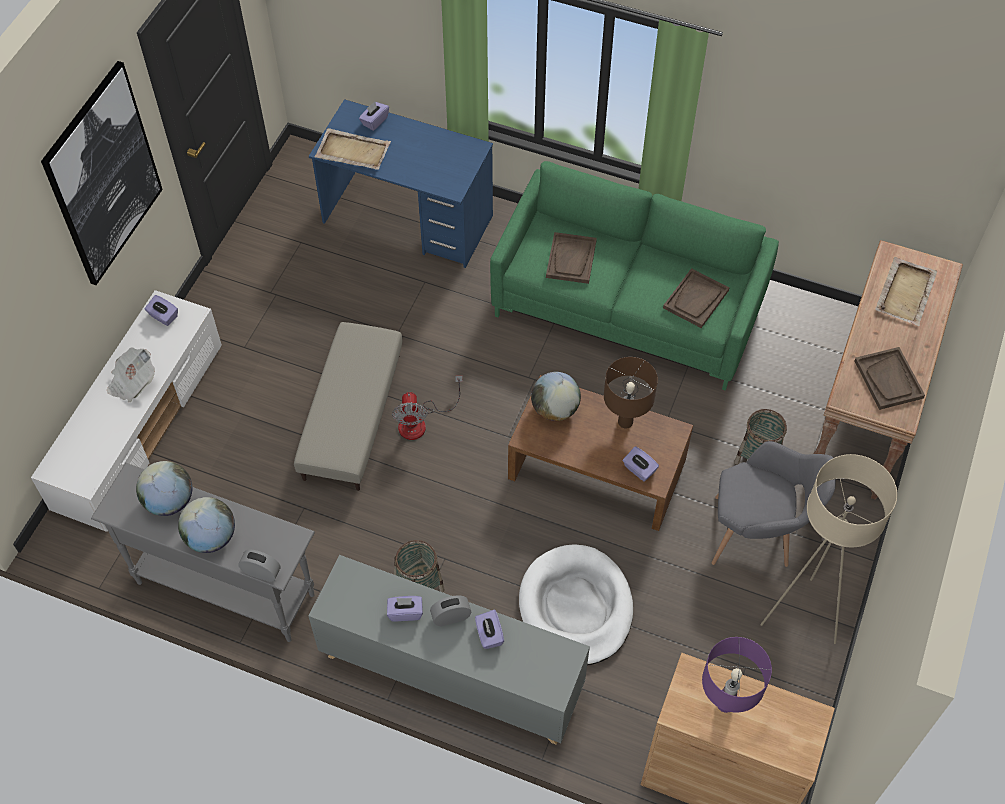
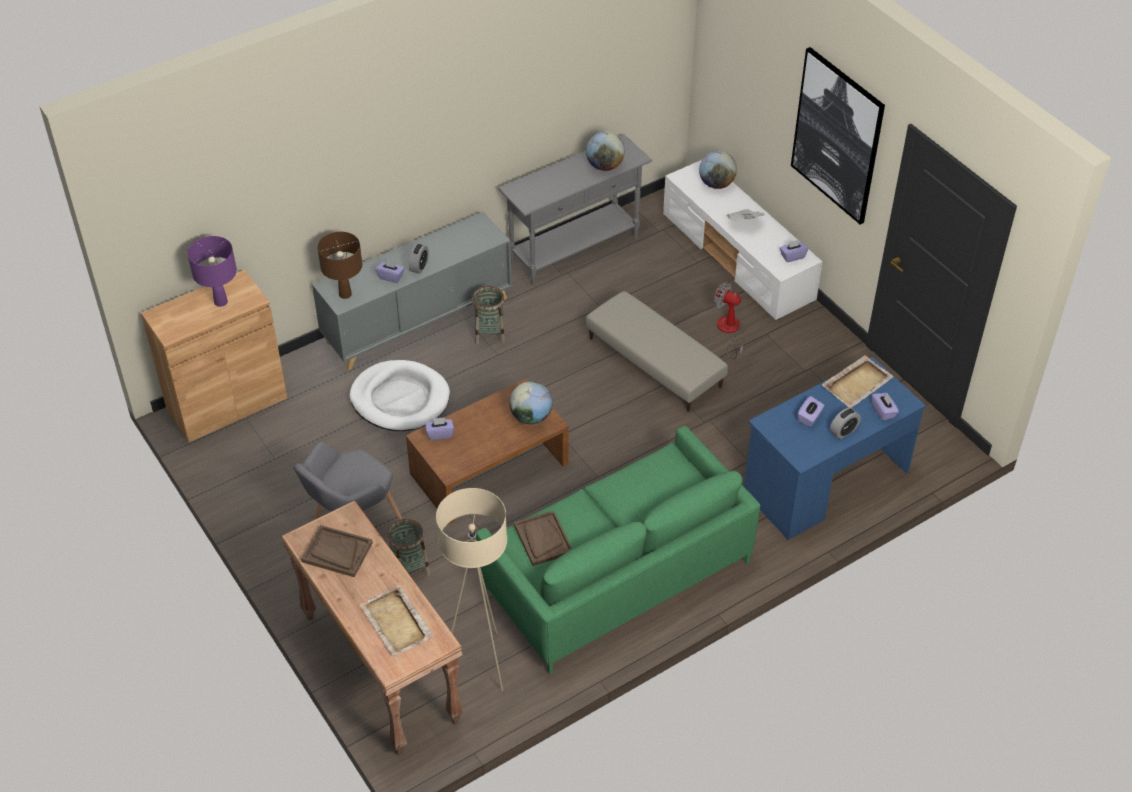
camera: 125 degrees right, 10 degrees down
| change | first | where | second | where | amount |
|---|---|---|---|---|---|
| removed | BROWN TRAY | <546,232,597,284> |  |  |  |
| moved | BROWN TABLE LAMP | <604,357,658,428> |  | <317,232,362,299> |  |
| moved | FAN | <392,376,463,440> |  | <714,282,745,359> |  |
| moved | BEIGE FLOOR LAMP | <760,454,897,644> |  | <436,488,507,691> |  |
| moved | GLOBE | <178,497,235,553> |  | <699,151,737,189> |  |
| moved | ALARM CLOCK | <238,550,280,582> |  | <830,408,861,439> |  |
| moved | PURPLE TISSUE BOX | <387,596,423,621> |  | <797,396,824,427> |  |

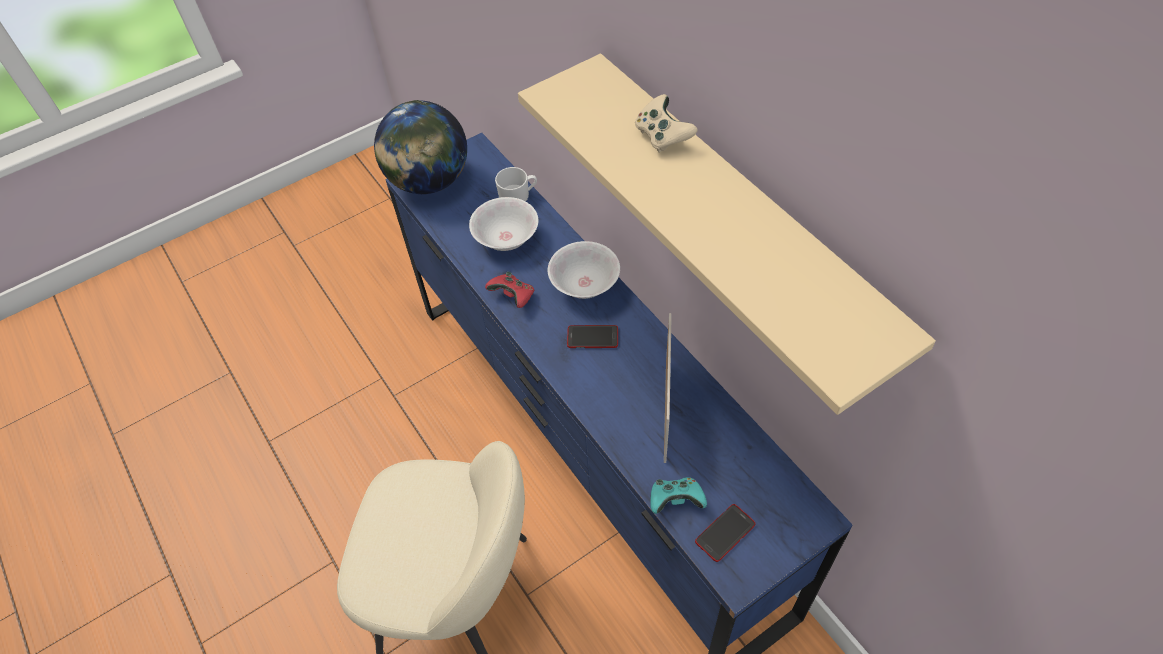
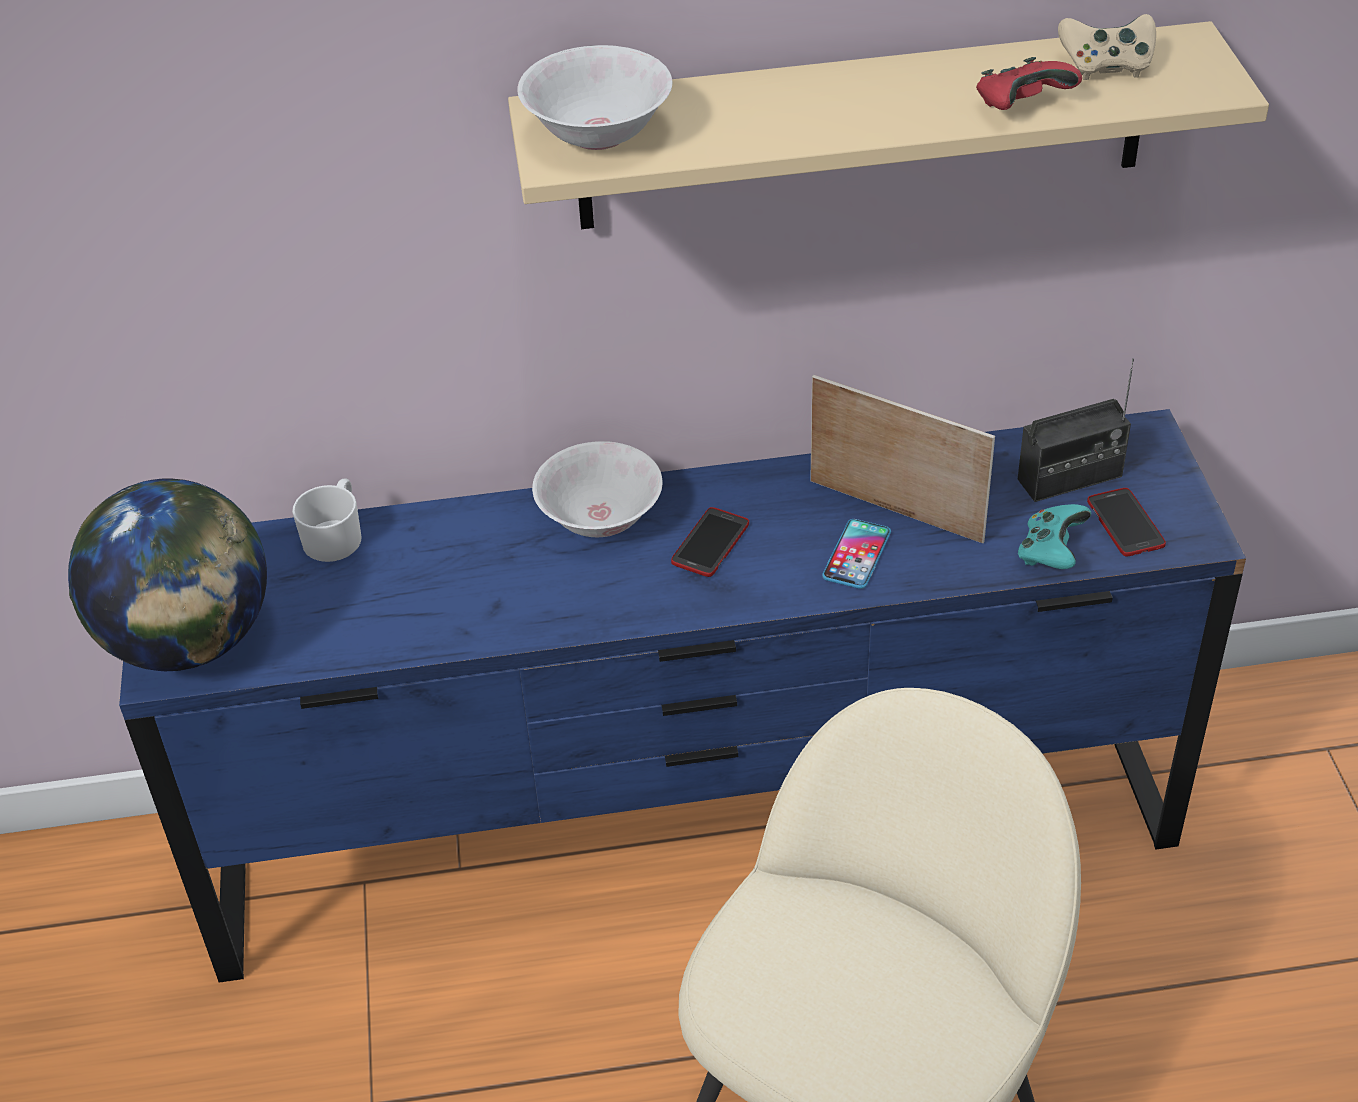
camera: 65 degrees left, 10 degrees down
| change | first | where | second | where | amount |
|---|---|---|---|---|---|
| moved | BEIGE GAME CONTROLLER | <635,94,698,153> |  | <1058,14,1156,80> |  |
| moved | WHITE BOWL | <469,197,538,251> |  | <517,45,673,150> |  |
| moved | RED GAME CONTROLLER | <485,272,535,308> |  | <976,57,1082,110> |  |
| added |  |  | RADIO | <1018,358,1134,502> |  |
| added |  |  | PHONE | <822,519,891,589> |  |

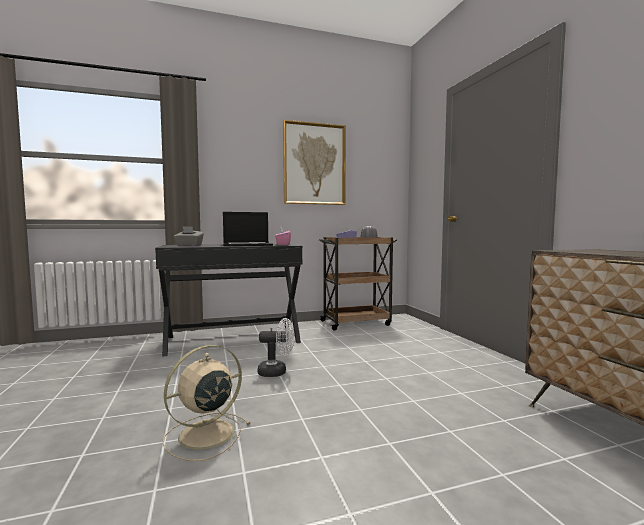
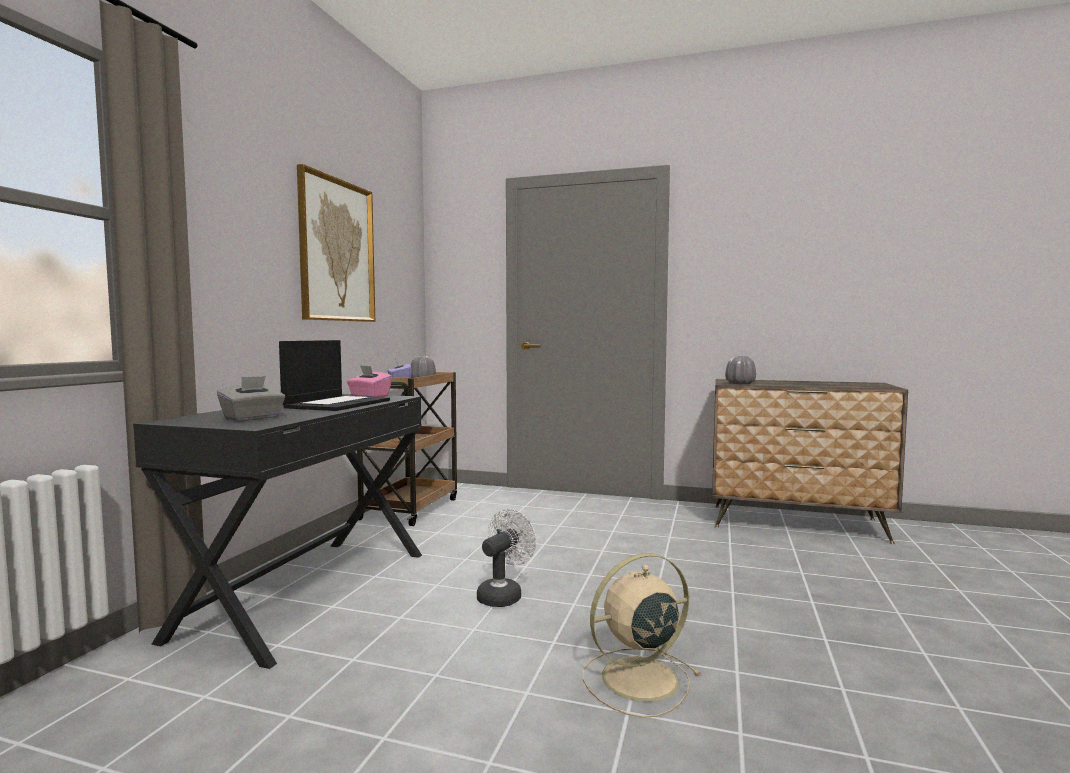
camera: 55 degrees left, 0 degrees up
| change | first | where | second | where | amount |
|---|---|---|---|---|---|
| turned | BEIGE FAN | <162,345,251,461> |  | <583,553,701,718> | 75 degrees clockwise |
| added |  |  | GREY VASE | <725,356,756,384> |  |

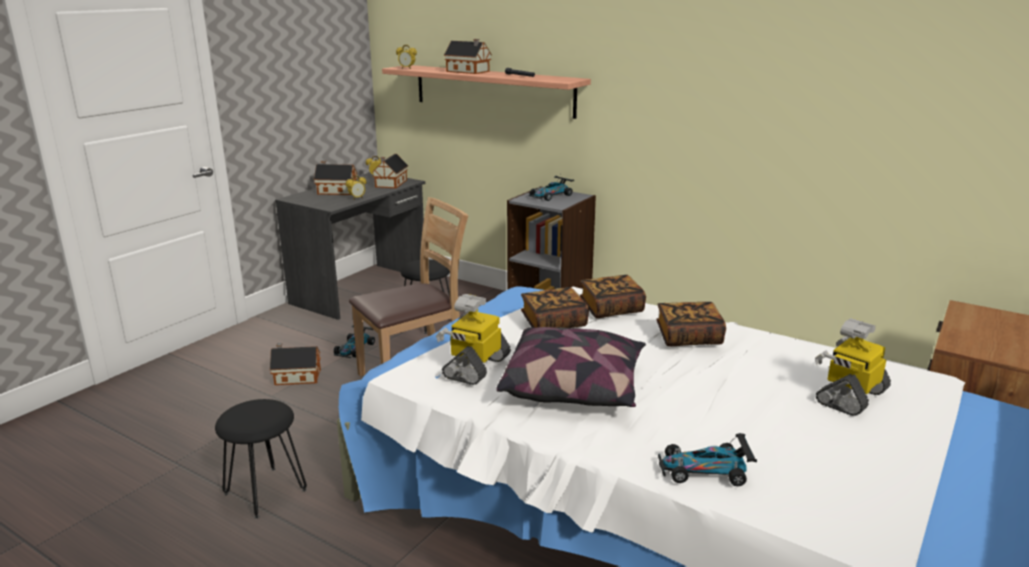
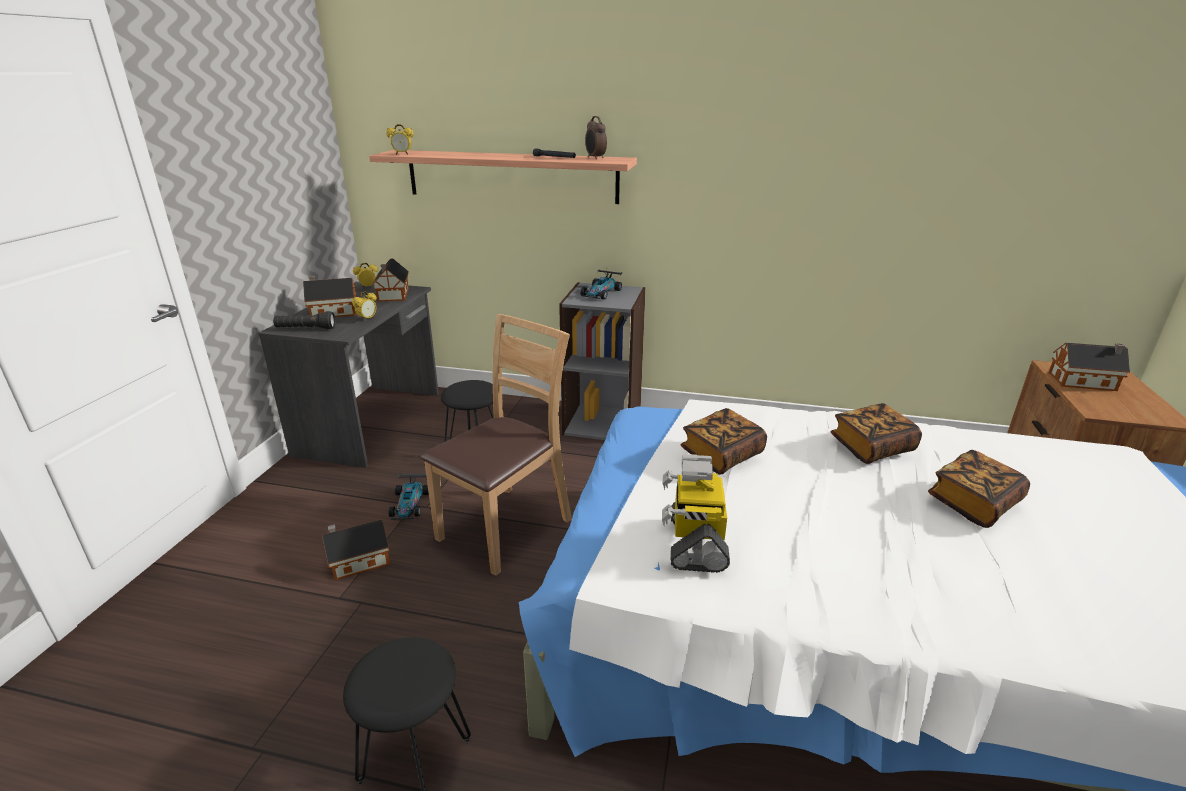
camera: 20 degrees left, 5 degrees up
| change | first | where | second | where | amount |
|---|---|---|---|---|---|
| moved | TOY HOUSE | <444,39,492,74> |  | <1048,343,1130,391> |  |
| moved | BOOK | <580,275,646,318> |  | <928,450,1030,528> |  |
| removed | TOY ROBOT | <815,318,891,416> |  |  |  |
| removed | PILLOW | <496,327,646,407> |  |  |  |
| removed | TOY CAR | <658,433,757,486> |  |  |  |
| added |  |  | ALARM CLOCK | <585,116,607,159> |  |
| added |  |  | BLACK FLASHLIGHT | <273,311,336,329> |  |

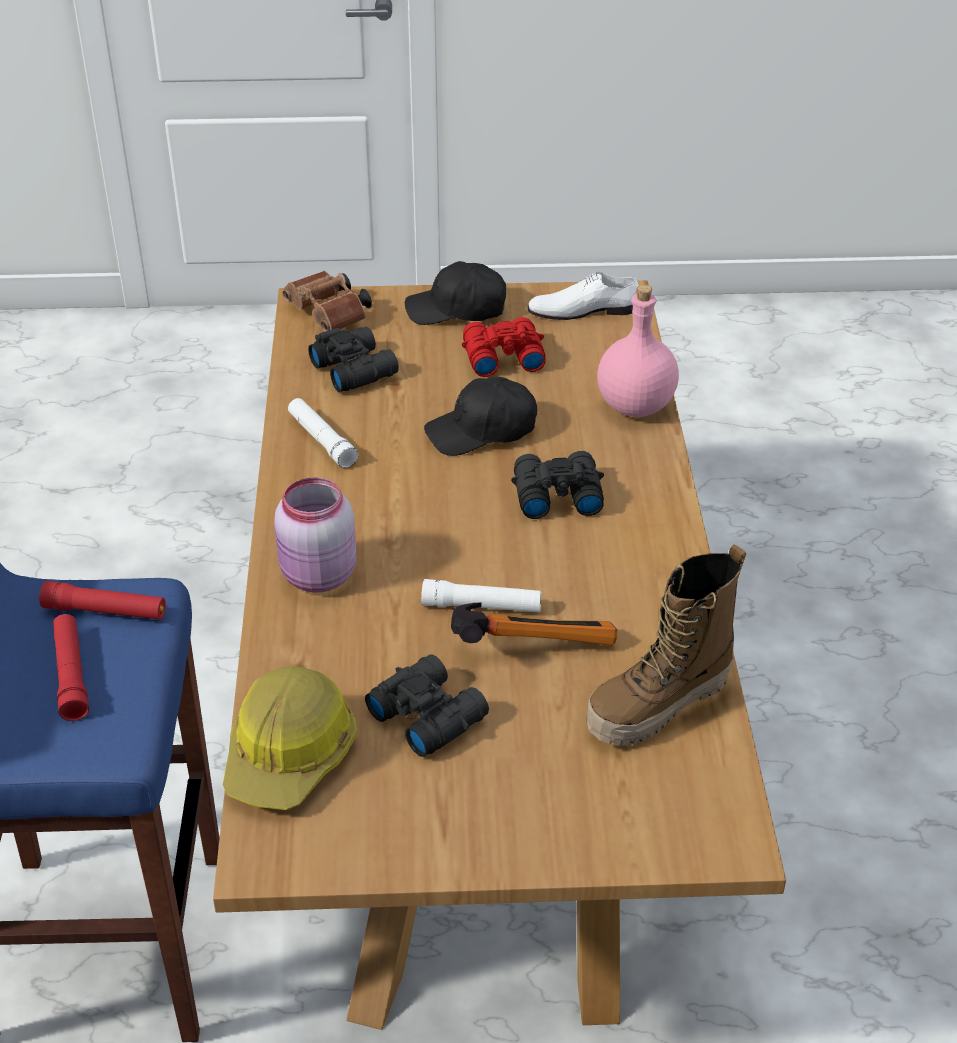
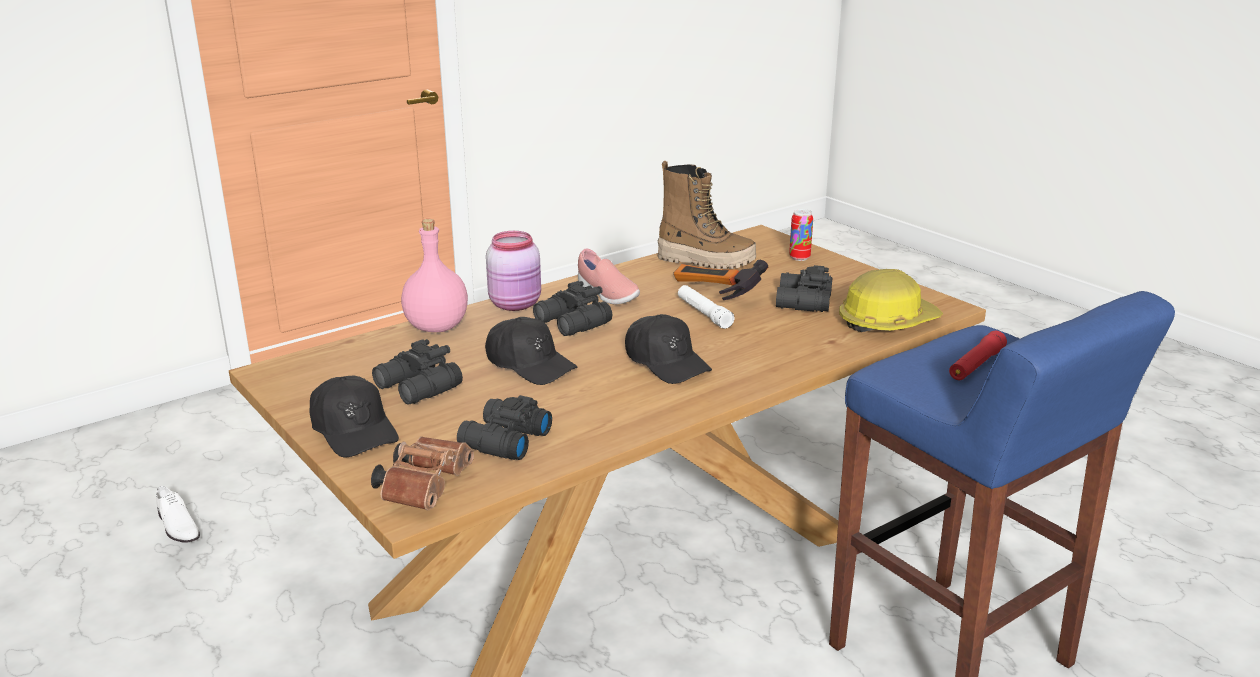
camera: 125 degrees left, 15 degrees down
| change | first | where | second | where | amount |
|---|---|---|---|---|---|
| moved | WHITE SHOE | <527,272,639,320> |  | <156,486,200,543> |  |
| recoloured | RED BINOCULARS | <462,317,546,377> | BLACK BINOCULARS | <372,339,463,405> |  |
| removed | WHITE FLASHLIGHT | <288,398,358,468> |  |  |  |
| moved | PINK JAR | <274,477,356,592> |  | <486,231,541,311> |  |
| removed | RED FLASHLIGHT | <39,581,166,620> |  |  |  |
| added |  |  | CAN | <789,209,813,261> |  |
| added |  |  | PINK SHOE | <578,249,640,304> |  |
| added |  |  | BLACK CAP | <625,314,712,384> |  |

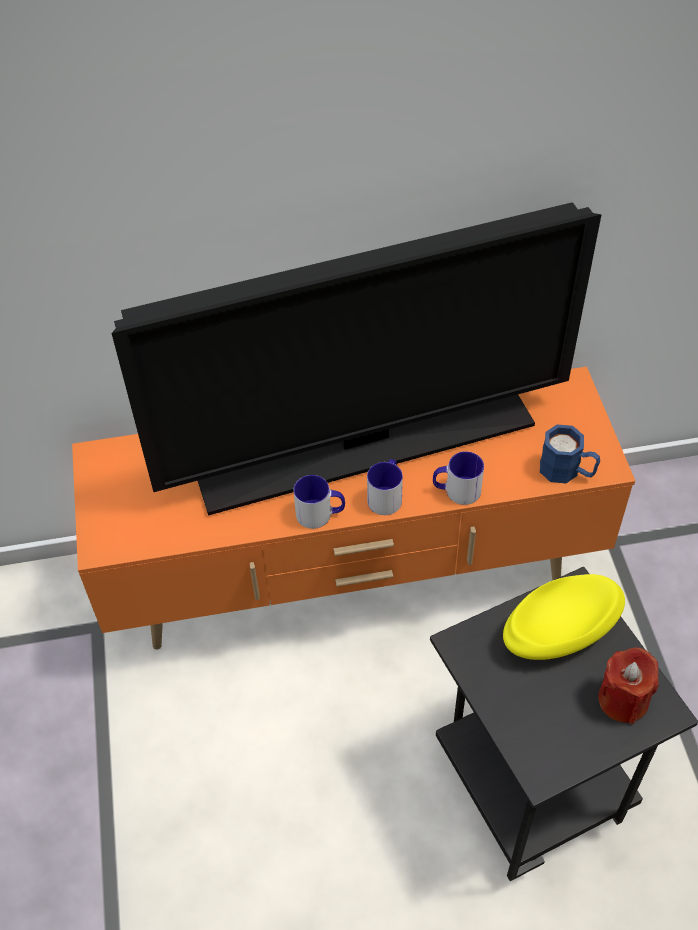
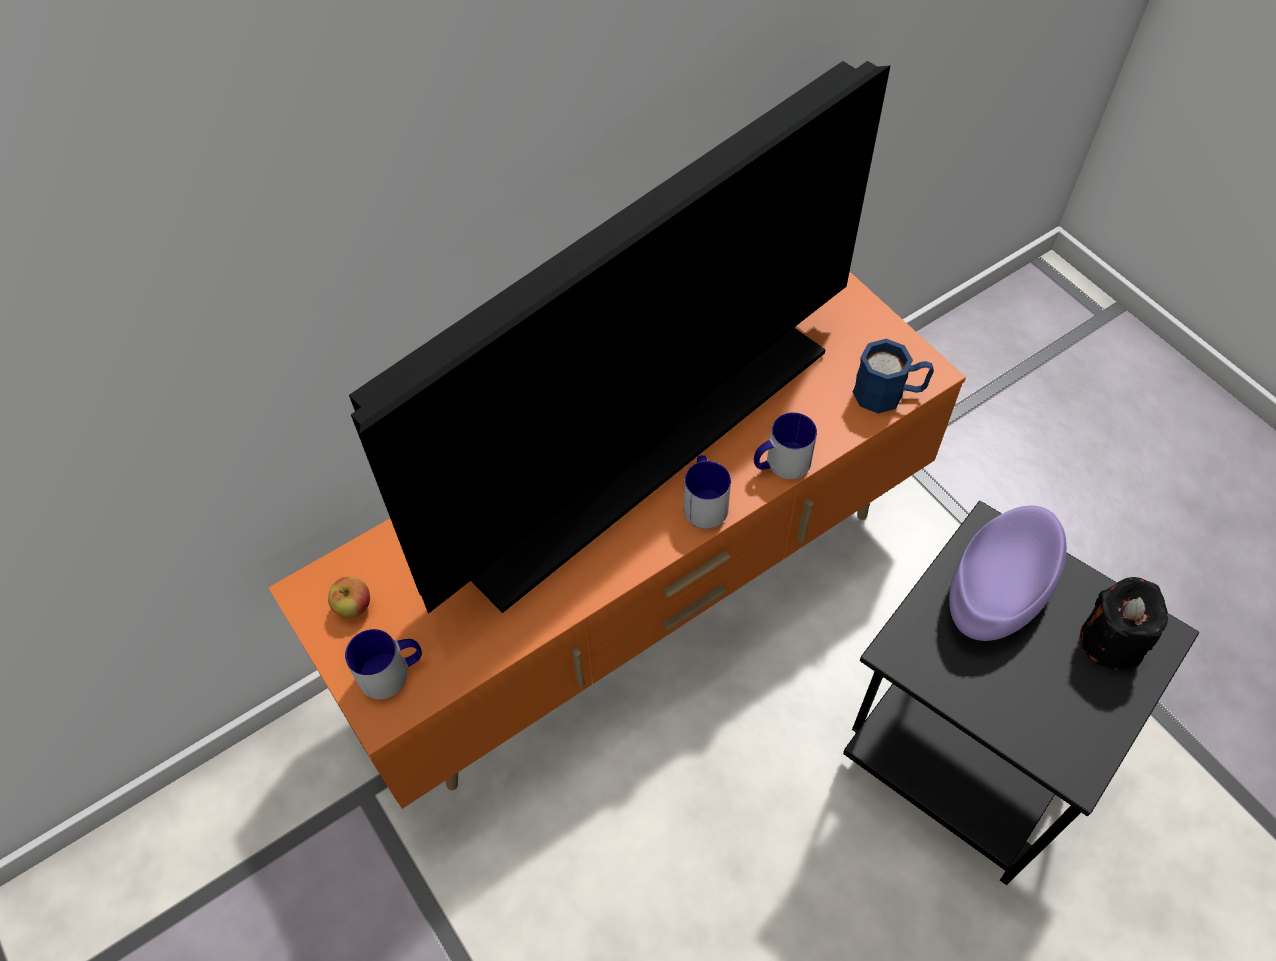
camera: 25 degrees left, 5 degrees up
| change | first | where | second | where | amount |
|---|---|---|---|---|---|
| moved | MUG | <293,475,345,529> |  | <345,629,422,699> |  |
| recoloured | YELLOW BOWL | <503,574,625,660> | PURPLE BOWL | <949,506,1067,641> |  |
| recoloured | RED CANDLE | <598,647,659,724> | BLACK CANDLE | <1080,577,1168,670> |  |
| added |  |  | APPLE | <328,577,370,618> |  |

